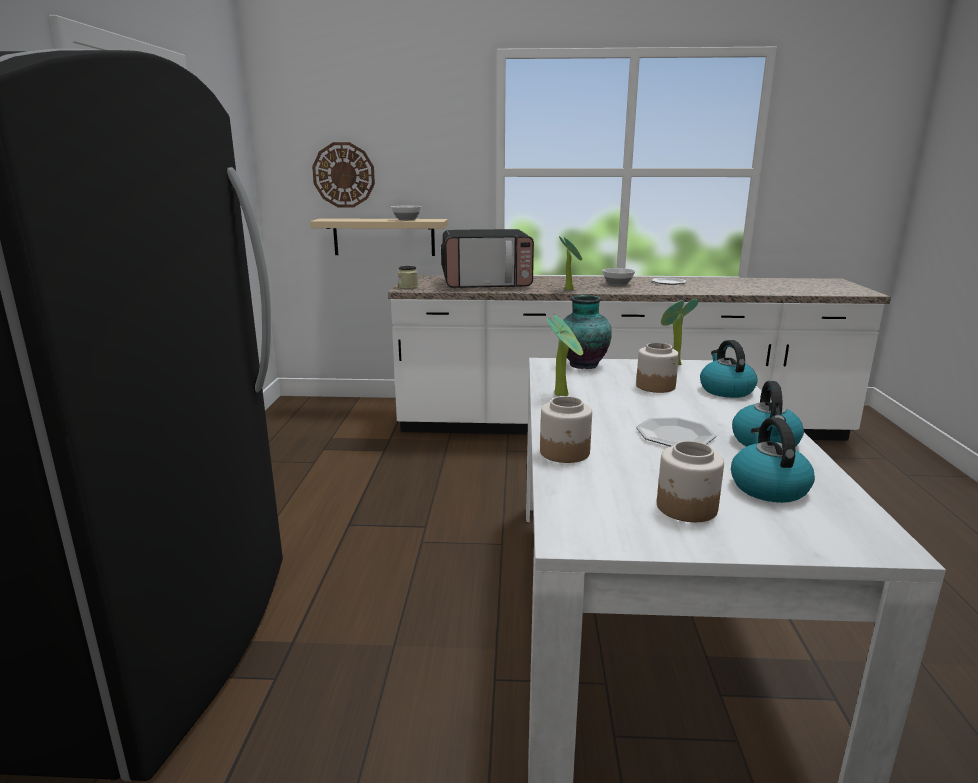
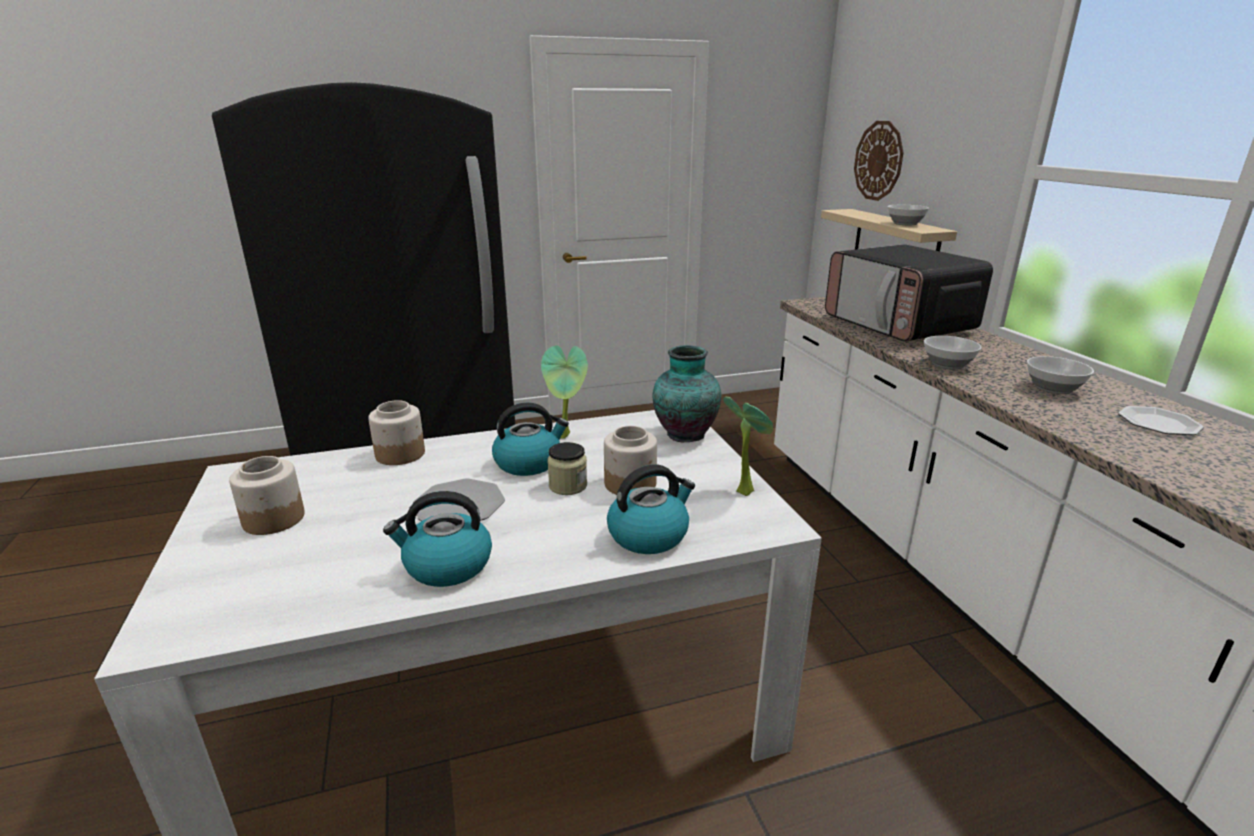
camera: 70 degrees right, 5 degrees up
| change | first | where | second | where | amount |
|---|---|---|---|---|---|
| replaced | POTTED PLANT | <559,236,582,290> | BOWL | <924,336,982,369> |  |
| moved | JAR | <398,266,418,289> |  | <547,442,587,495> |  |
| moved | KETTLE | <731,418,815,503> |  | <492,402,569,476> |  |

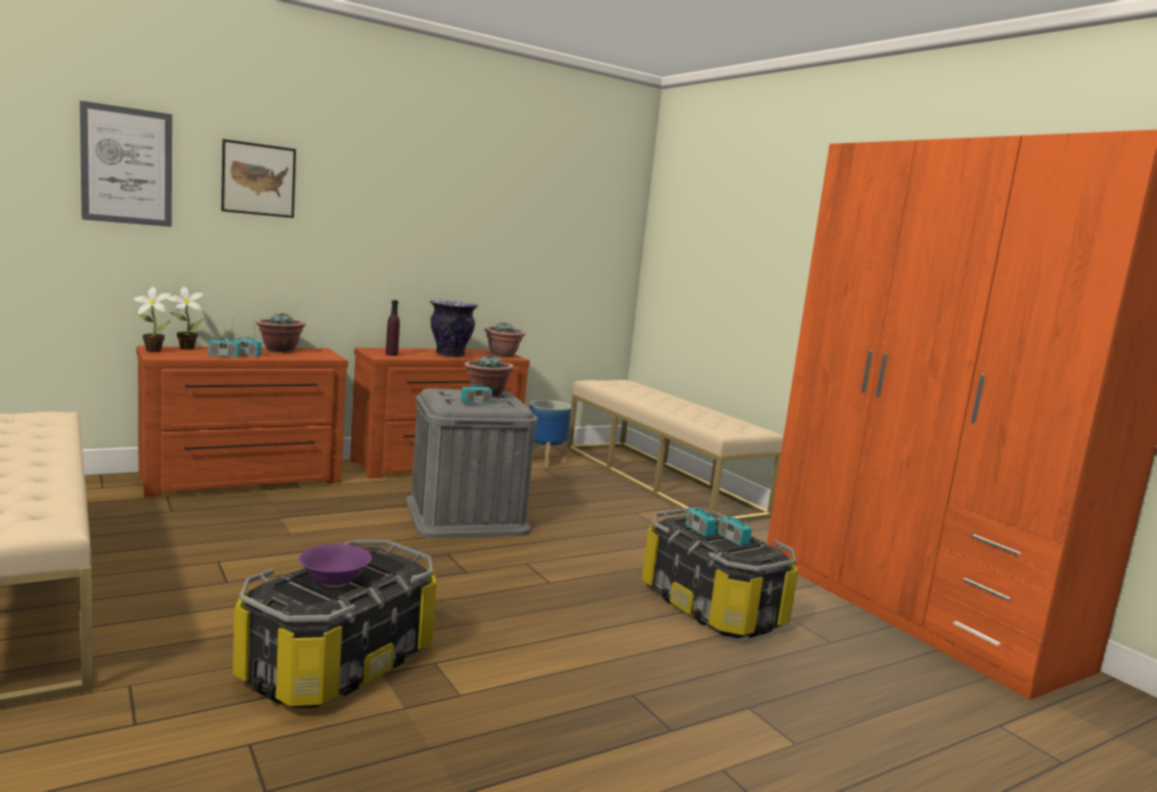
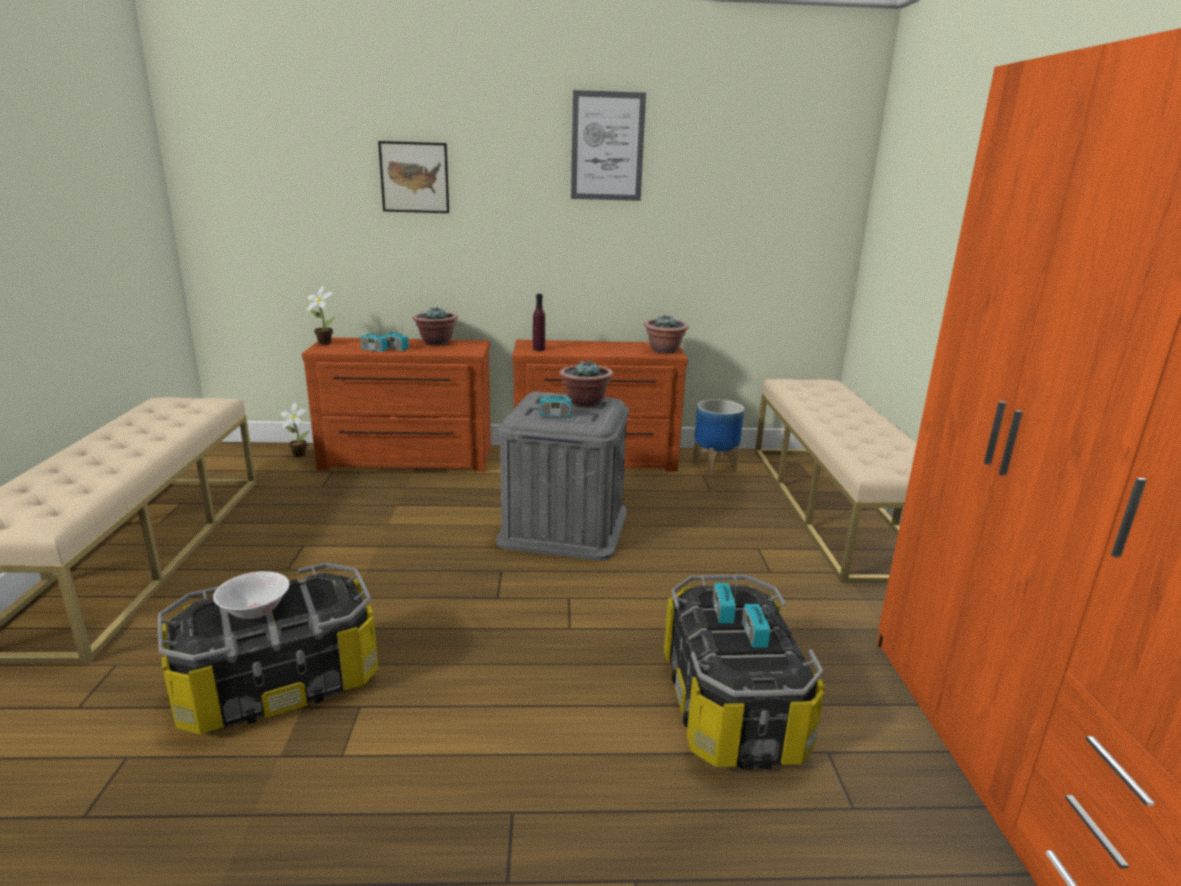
camera: 30 degrees right, 10 degrees up
| change | first | where | second | where | amount |
|---|---|---|---|---|---|
| moved | PICTURE | <80,101,172,227> |  | <571,90,646,201> |  |
| moved | POTTED PLANT | <167,287,204,350> |  | <280,402,310,457> |  |
| removed | VASE | <430,300,478,357> |  |  |  |
| recoloured | PURPLE BOWL | <299,544,372,587> | WHITE BOWL | <213,571,290,619> |  |

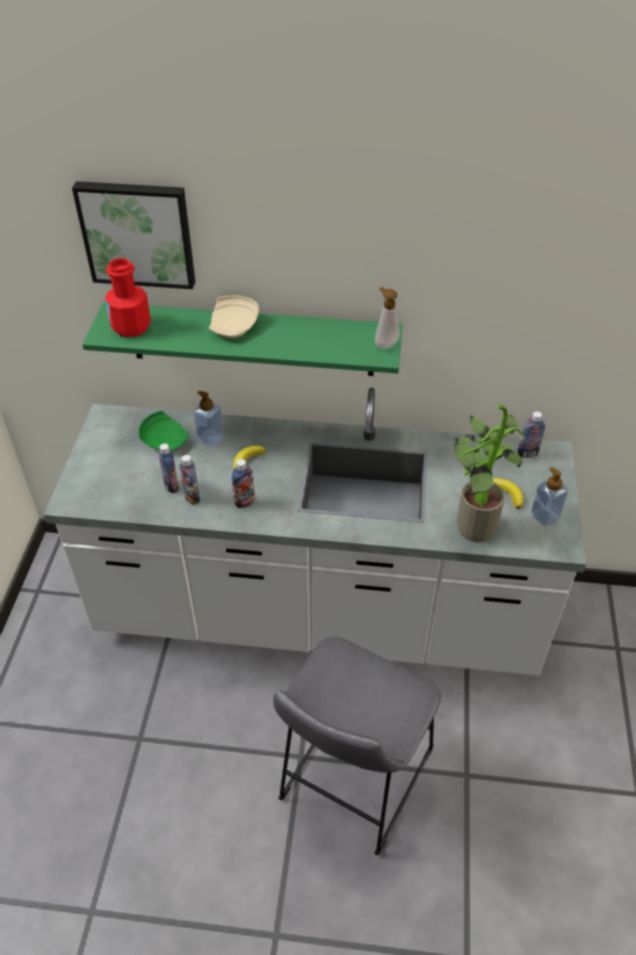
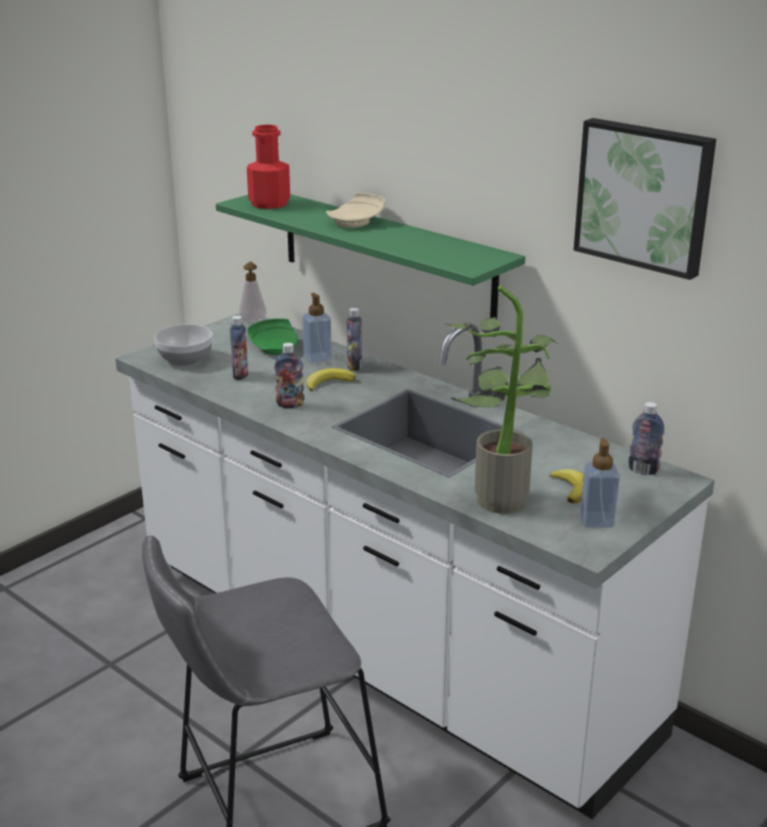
camera: 35 degrees right, 20 degrees down
| change | first | where | second | where | amount |
|---|---|---|---|---|---|
| moved | PICTURE | <72,181,195,289> |  | <574,118,716,280> |  |
| moved | SOAP DISPENSER | <375,287,400,349> |  | <239,262,266,323> |  |
| moved | BOTTLE | <179,455,200,505> |  | <347,308,362,371> |  |
| added |  |  | BOWL | <154,324,213,366> |  |

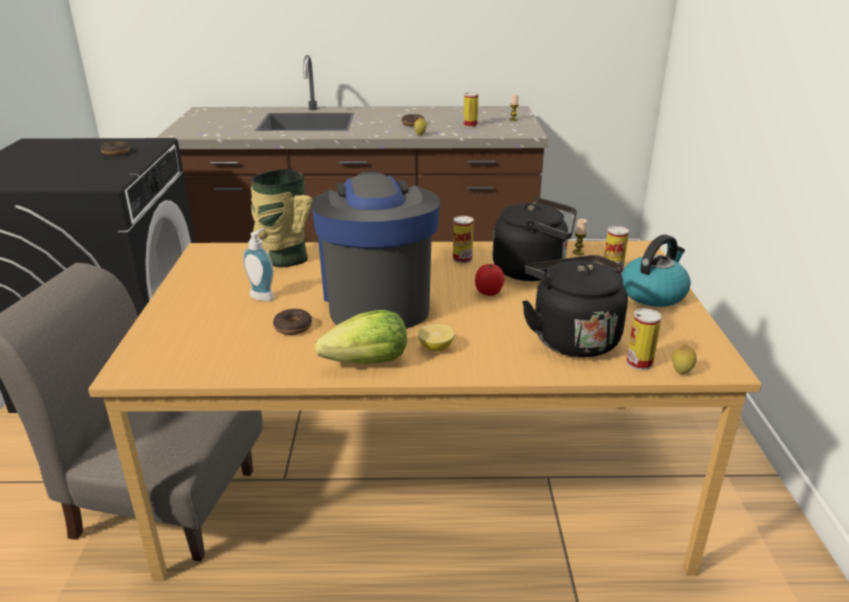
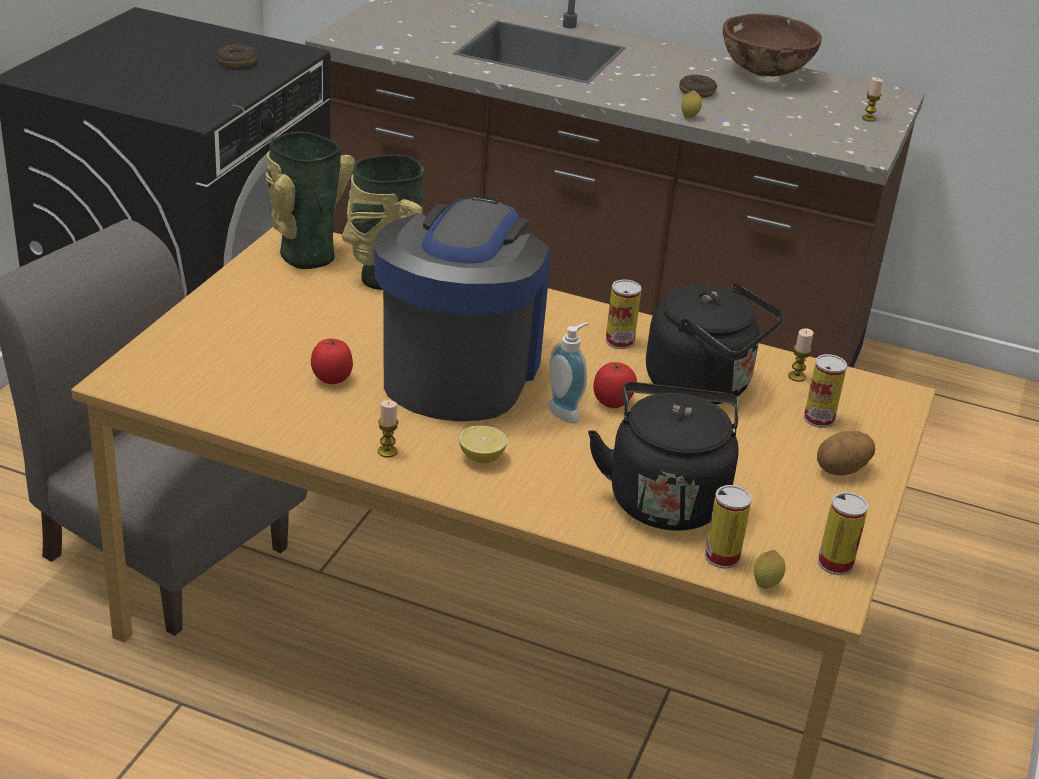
camera: 20 degrees right, 5 degrees up
| change | first | where | second | where | amount |
|---|---|---|---|---|---|
| moved | CAN | <463,92,478,127> |  | <818,492,868,575> |  |
| moved | SOAP DISPENSER | <243,228,274,301> |  | <548,323,589,423> |  |
| replaced | KETTLE | <621,235,691,307> | POTATO | <817,431,875,475> |  |
| replaced | DONUT | <273,309,312,335> | TOMATO | <311,339,353,384> |  |
| replaced | LETTUCE | <315,310,407,364> | CANDLE | <378,400,399,458> |  |
| added |  |  | BROWN BOWL | <723,14,822,76> |  |
| added |  |  | VASE | <265,132,355,269> |  |

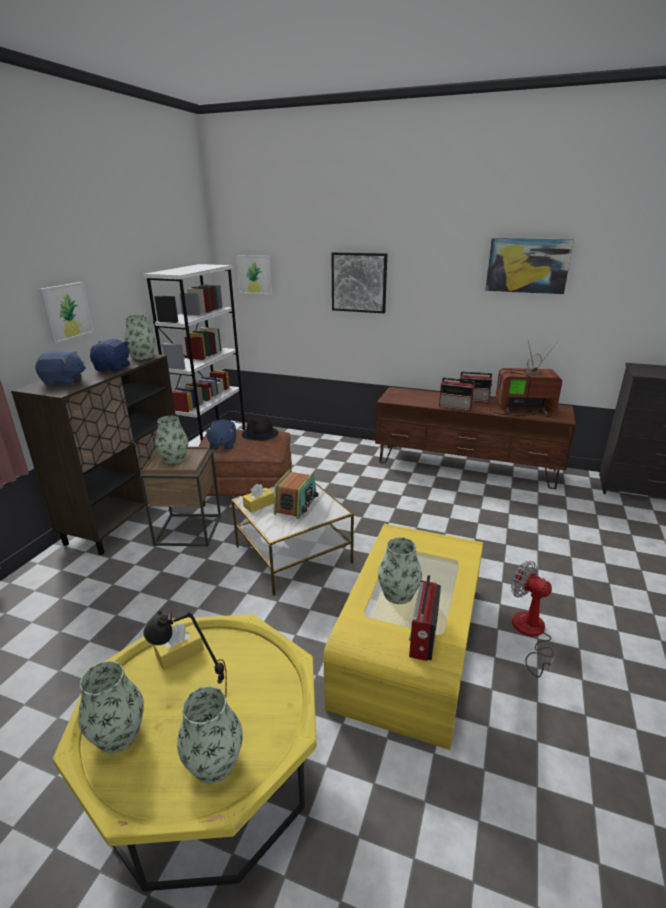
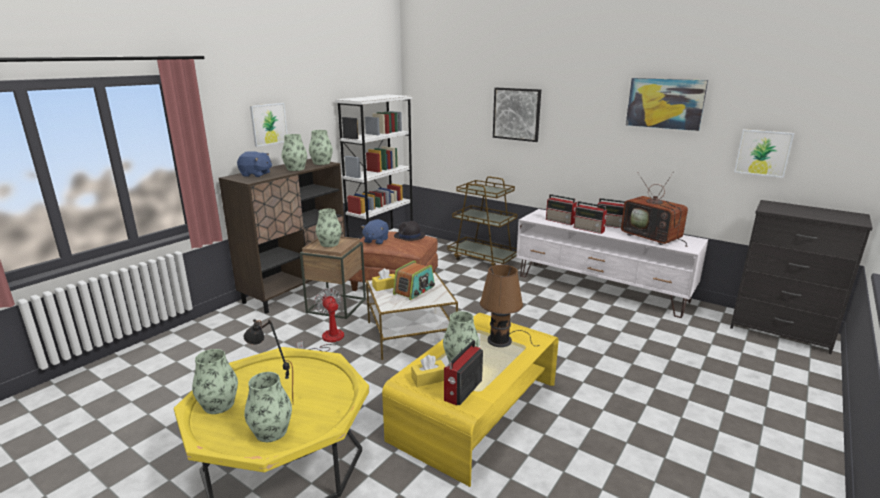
camera: 15 degrees right, 5 degrees down
| change | first | where | second | where | amount |
|---|---|---|---|---|---|
| moved | PICTURE | <236,255,272,294> |  | <734,129,794,178> |  |
| replaced | BLUE PLUSH TOY | <90,339,130,372> | VASE | <282,134,307,171> |  |
| turned | TELEVISION | <487,341,562,418> |  | <621,171,688,247> | 150 degrees counterclockwise |
| recoloured | BROWN TV STAND | <375,387,576,489> | WHITE TV STAND | <516,209,708,318> |  |
| moved | FAN | <511,561,555,677> |  | <297,288,344,352> |  |
| moved | YELLOW TISSUE BOX | <154,624,204,670> |  | <411,355,446,387> |  |
| added |  |  | BROWN CART | <447,176,517,266> |  |
| added |  |  | RADIO | <546,194,577,225> |  |
| added |  |  | BROWN TABLE LAMP | <480,265,540,347> |  |

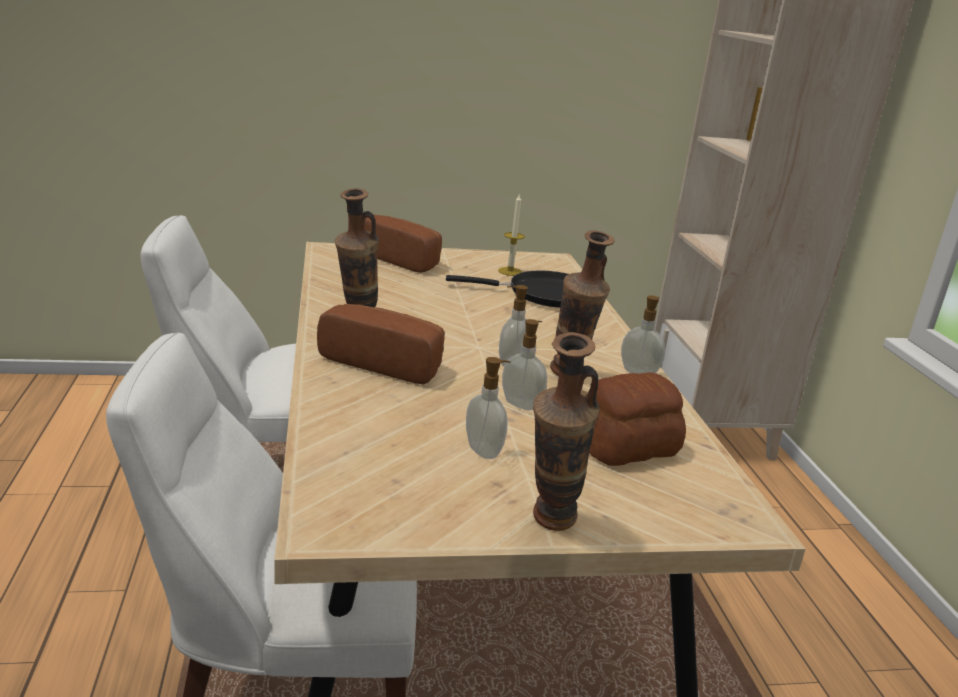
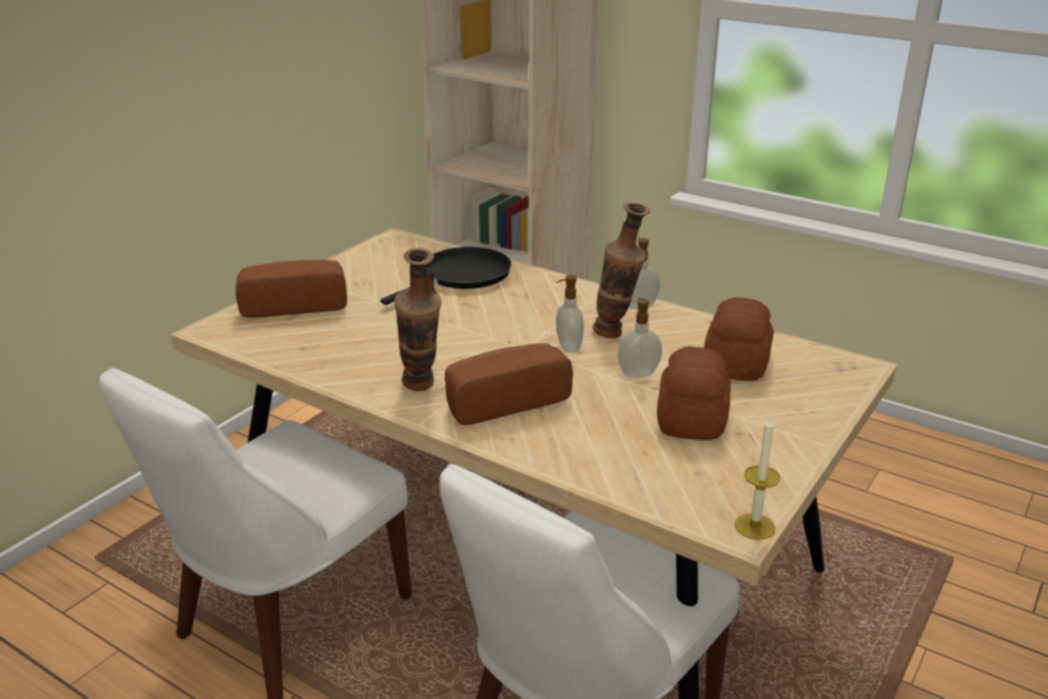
camera: 45 degrees left, 5 degrees up
| change | first | where | second | where | amount |
|---|---|---|---|---|---|
| moved | CANDLE | <498,195,525,276> |  | <734,415,780,540> |  |
| removed | VASE | <533,332,600,531> |  |  |  |
| replaced | SOAP DISPENSER | <466,357,510,459> | BREAD | <657,347,731,440> |  |

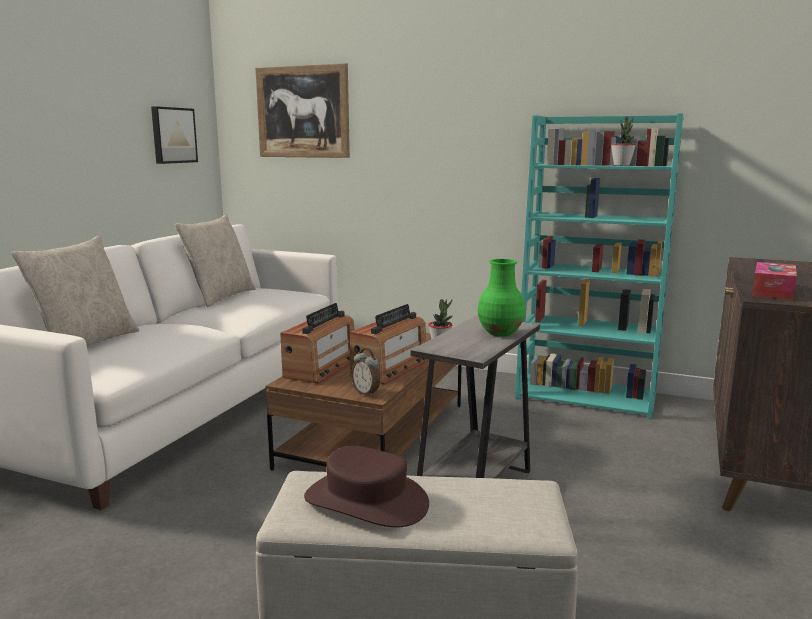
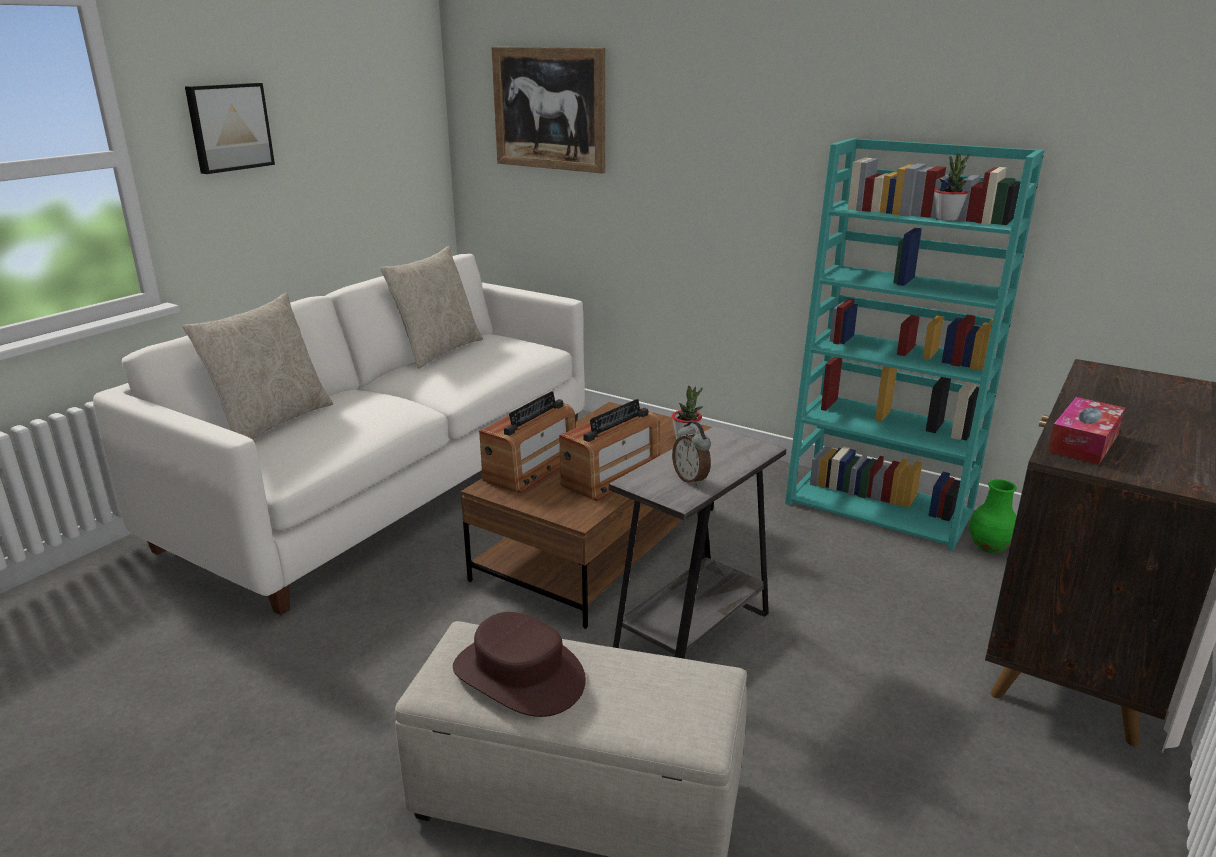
camera: 10 degrees right, 10 degrees up
| change | first | where | second | where | amount |
|---|---|---|---|---|---|
| moved | PICTURE | <151,106,198,164> |  | <185,83,275,174> |  |
| moved | GREEN VASE | <478,259,525,337> |  | <969,479,1017,553> |  |
| moved | ALARM CLOCK | <351,348,380,397> |  | <672,421,711,486> |  |

